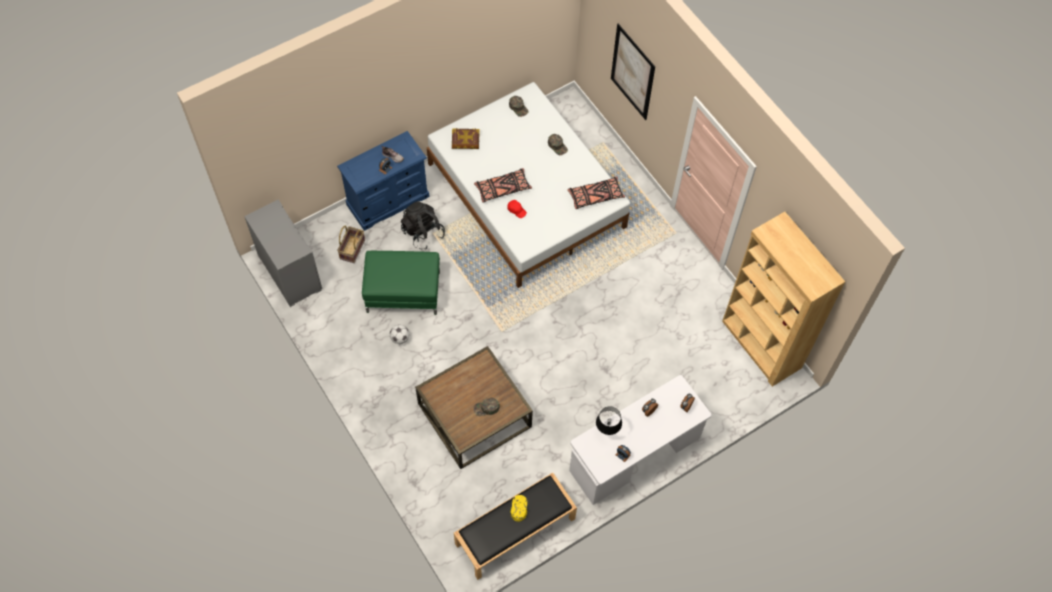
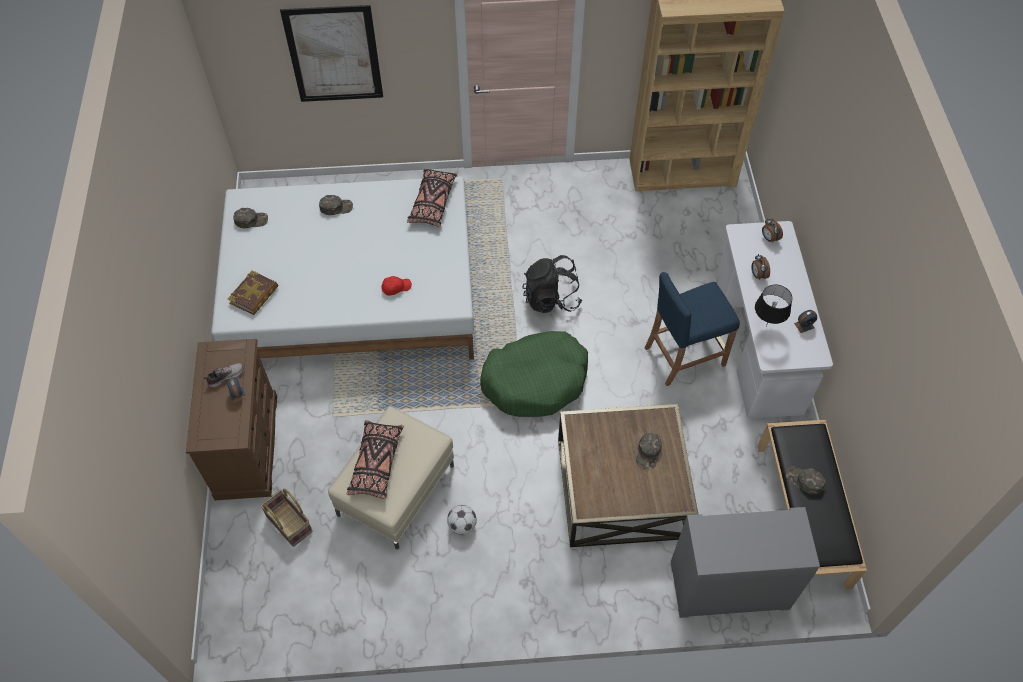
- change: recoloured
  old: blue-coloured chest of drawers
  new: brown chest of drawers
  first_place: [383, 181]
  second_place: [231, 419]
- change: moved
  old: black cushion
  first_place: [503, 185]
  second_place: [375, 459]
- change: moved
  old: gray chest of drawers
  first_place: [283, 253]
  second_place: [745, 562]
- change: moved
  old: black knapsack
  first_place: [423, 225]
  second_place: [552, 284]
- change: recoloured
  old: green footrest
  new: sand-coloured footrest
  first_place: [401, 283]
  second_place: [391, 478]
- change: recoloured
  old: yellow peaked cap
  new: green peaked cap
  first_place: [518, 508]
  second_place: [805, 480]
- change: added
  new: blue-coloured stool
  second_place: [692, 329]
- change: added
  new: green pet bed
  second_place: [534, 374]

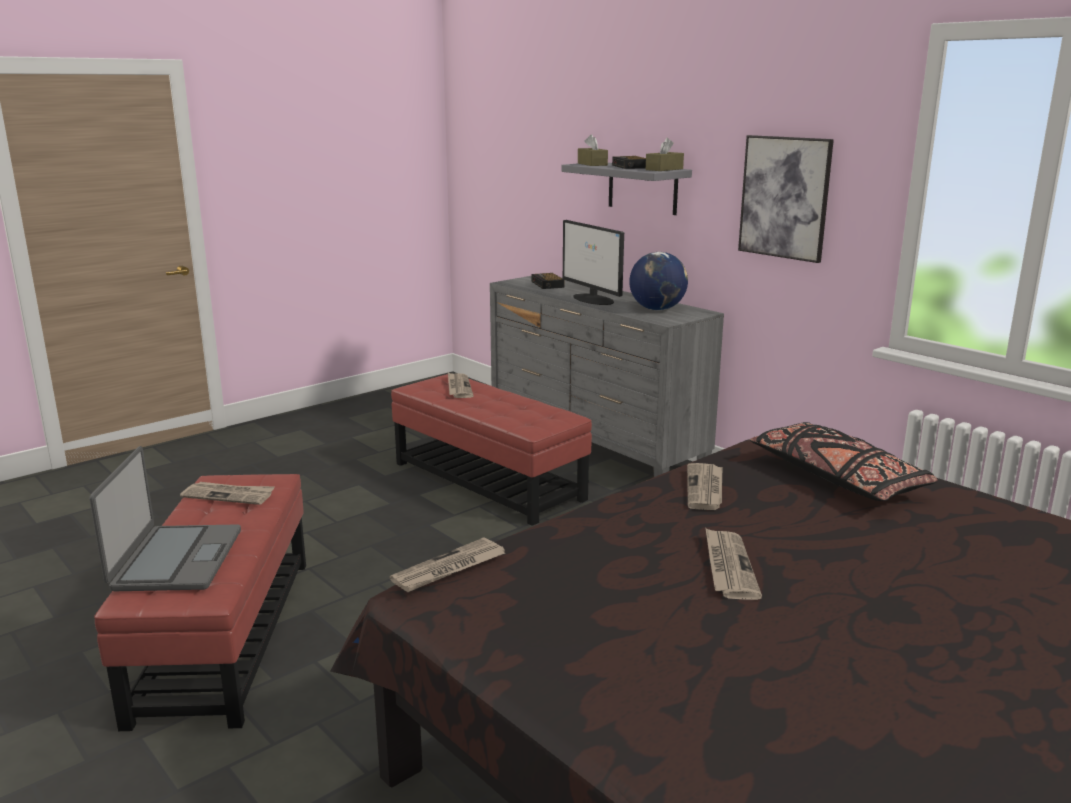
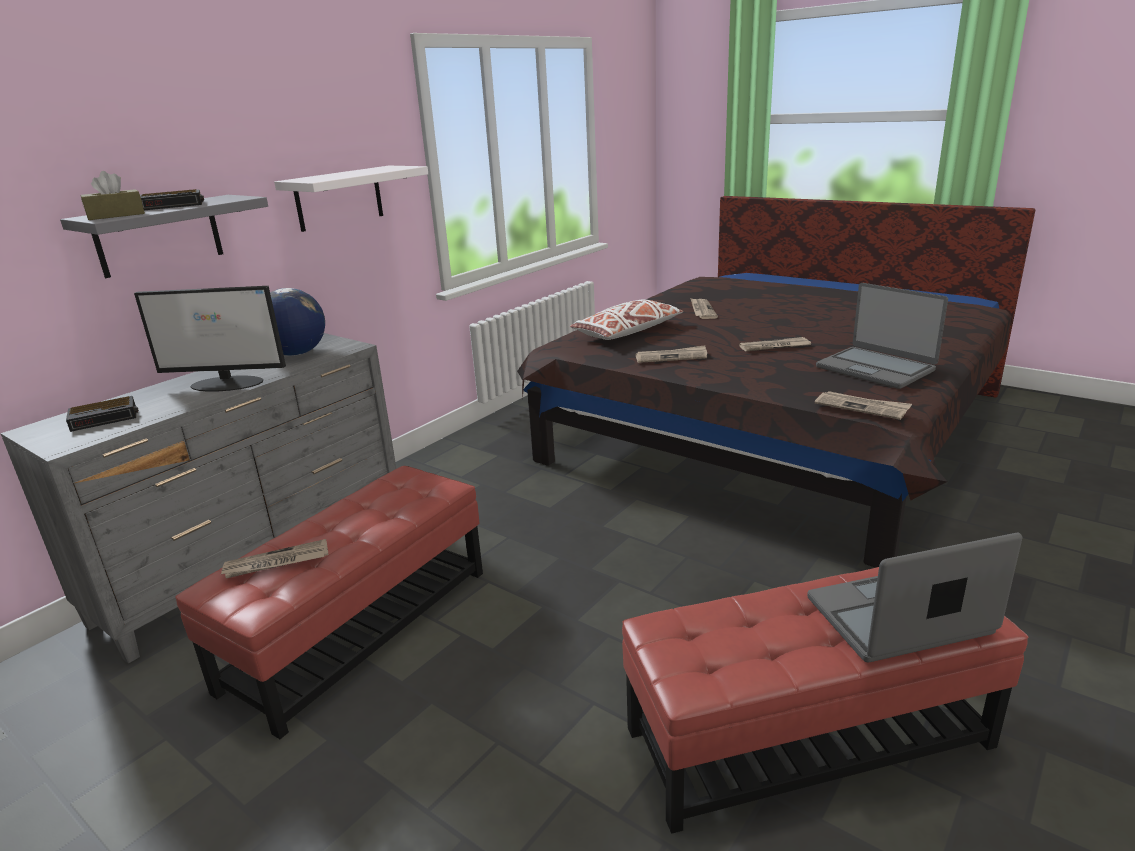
- change: replaced
  old: picture
  new: whitish wall shelf
  first_place: [786, 199]
  second_place: [351, 199]
- change: removed
  old: brown tissue box
  first_place: [665, 154]
- change: turned
  old: computer display
  first_place: [593, 262]
  second_place: [210, 339]
  degrees: 45
- change: recoloured
  old: black cushion
  new: whitish cushion
  first_place: [844, 461]
  second_place: [626, 319]
- change: moved
  old: newspaper
  first_place: [227, 493]
  second_place: [704, 308]
- change: added
  new: laptop
  second_place: [882, 336]

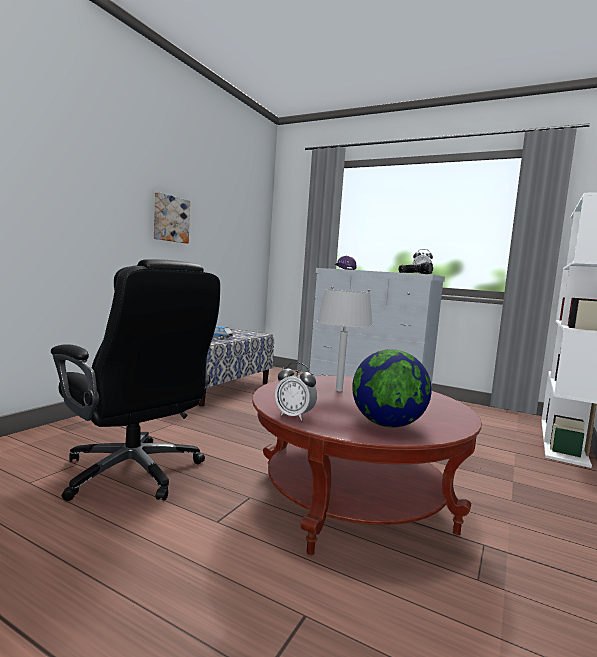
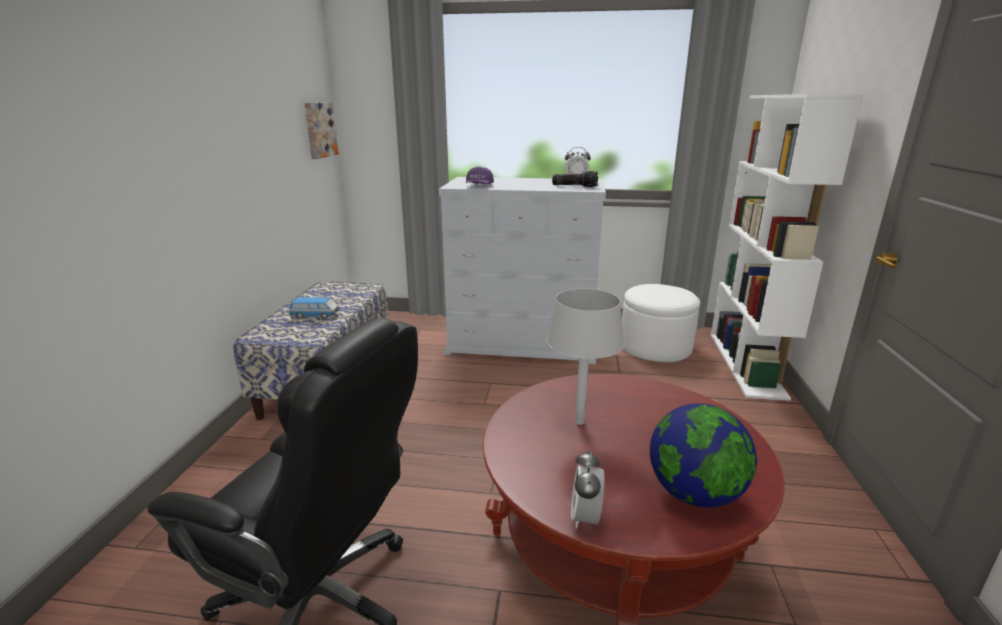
- change: moved
  old: picture
  first_place: [172, 218]
  second_place: [321, 130]
- change: turned
  old: alarm clock
  first_place: [296, 391]
  second_place: [588, 489]
  degrees: 90
- change: added
  new: whitish footrest
  second_place: [661, 323]

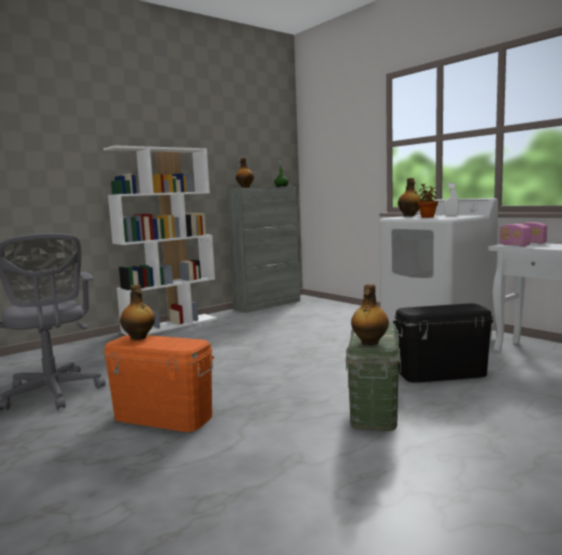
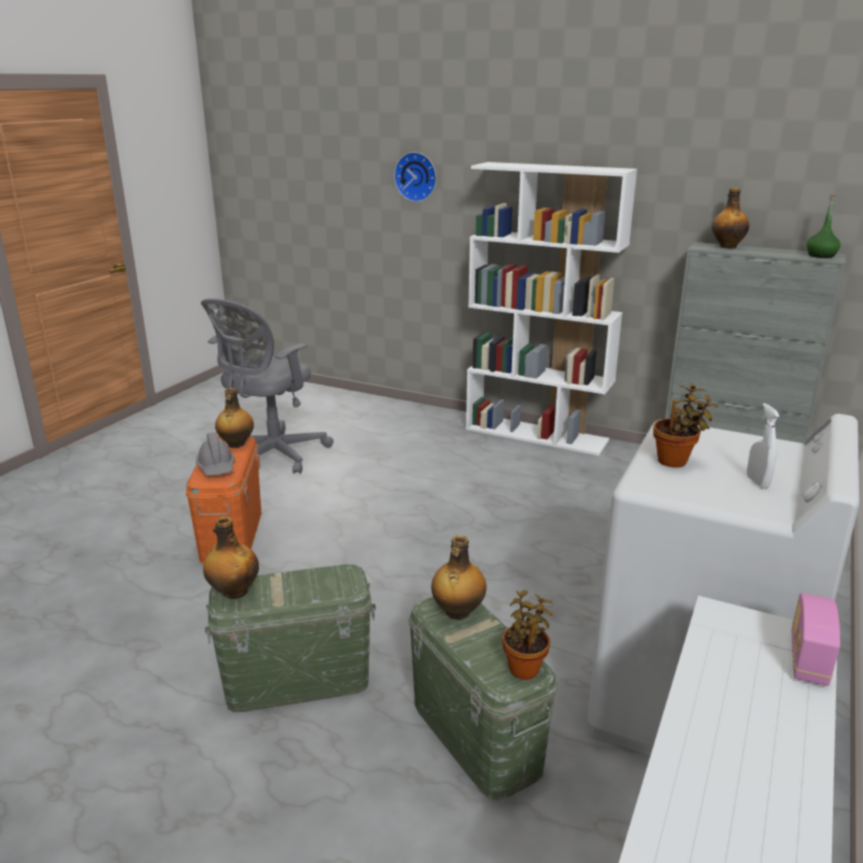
- change: moved
  old: beverage bottle
  first_place: [409, 197]
  second_place: [459, 577]
- change: removed
  old: radio
  first_place: [515, 235]
- change: recoloured
  old: black storage box
  new: green storage box
  first_place: [443, 343]
  second_place: [482, 698]
- change: added
  new: wall clock
  second_place: [415, 177]
- change: added
  new: gray work helmet
  second_place: [215, 454]
- change: added
  new: plant in a pot
  second_place: [527, 635]

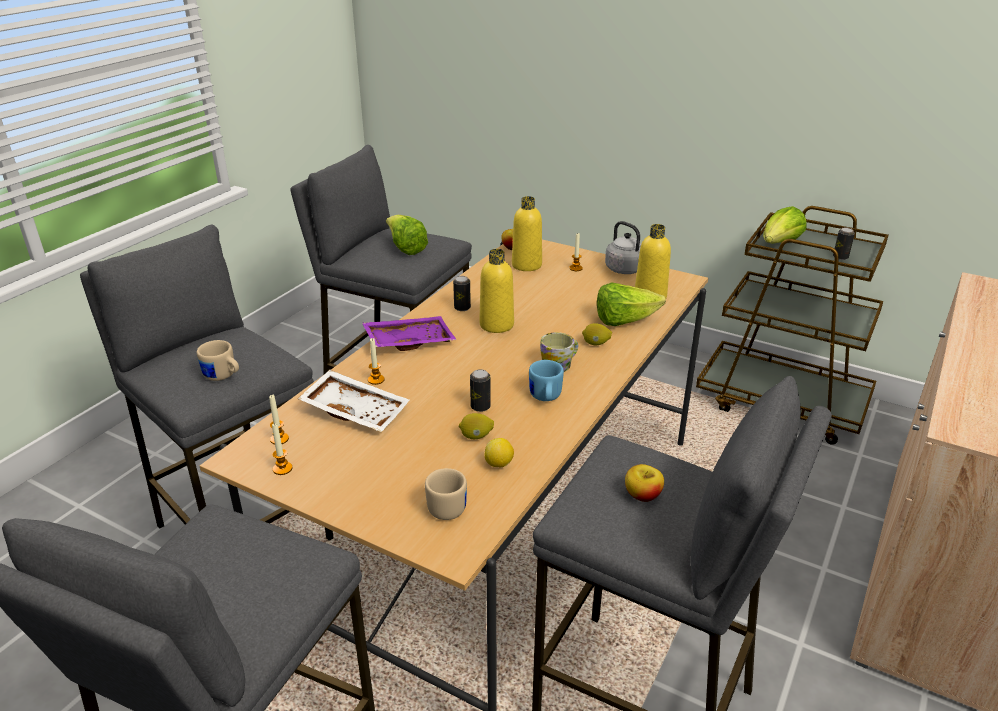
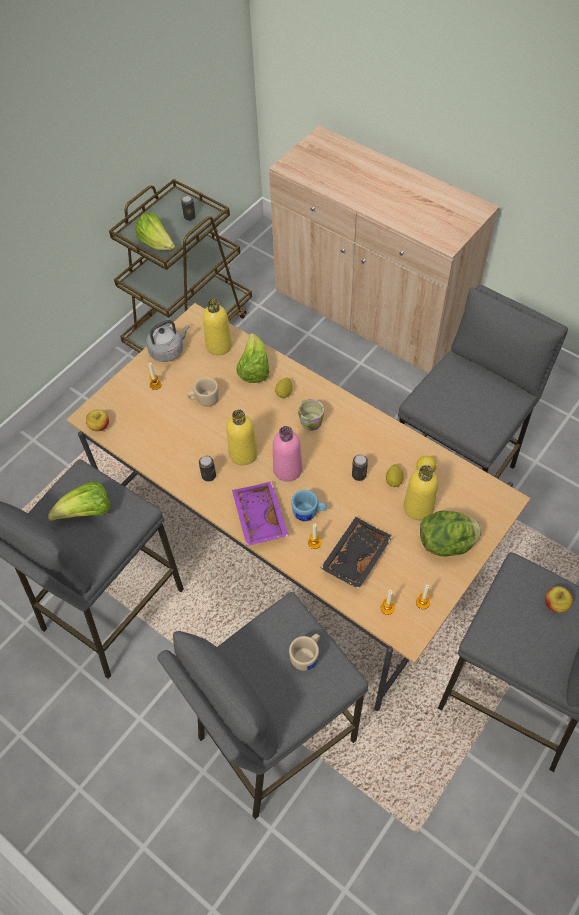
- change: moved
  old: yellow beverage bottle
  first_place: [527, 233]
  second_place: [421, 492]
- change: moved
  old: blue-coloured tea mug
  first_place: [546, 380]
  second_place: [309, 505]
- change: recoloured
  old: whitish serving tray
  new: black serving tray
  first_place: [353, 401]
  second_place: [356, 553]
- change: moved
  old: apple
  first_place: [644, 483]
  second_place: [559, 599]
- change: moved
  old: sand-coloured tea mug
  first_place: [446, 494]
  second_place: [203, 392]
- change: added
  new: pink-coloured beverage bottle
  second_place: [287, 454]
- change: added
  new: head of lettuce
  second_place: [451, 533]

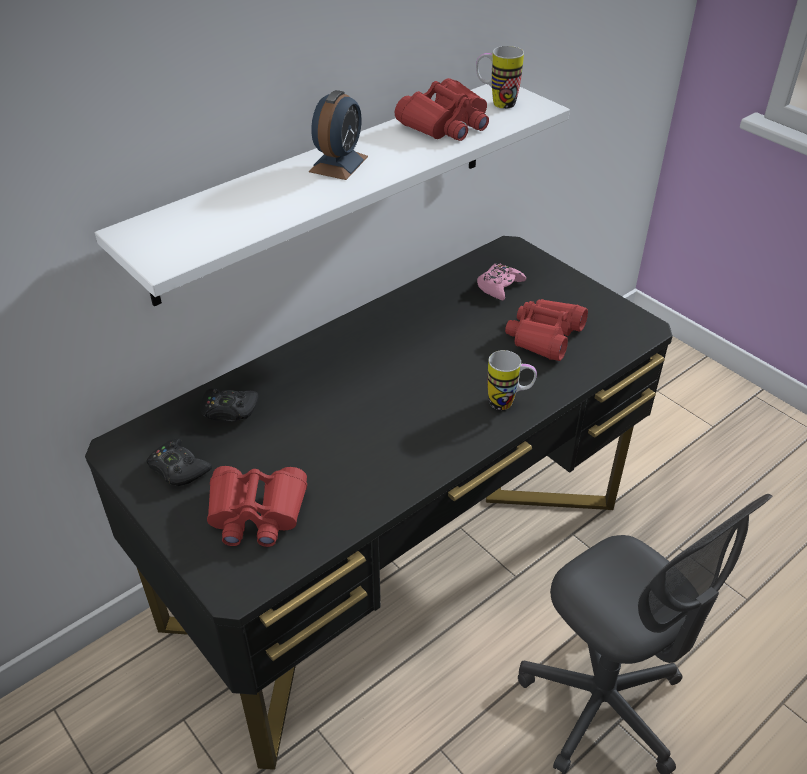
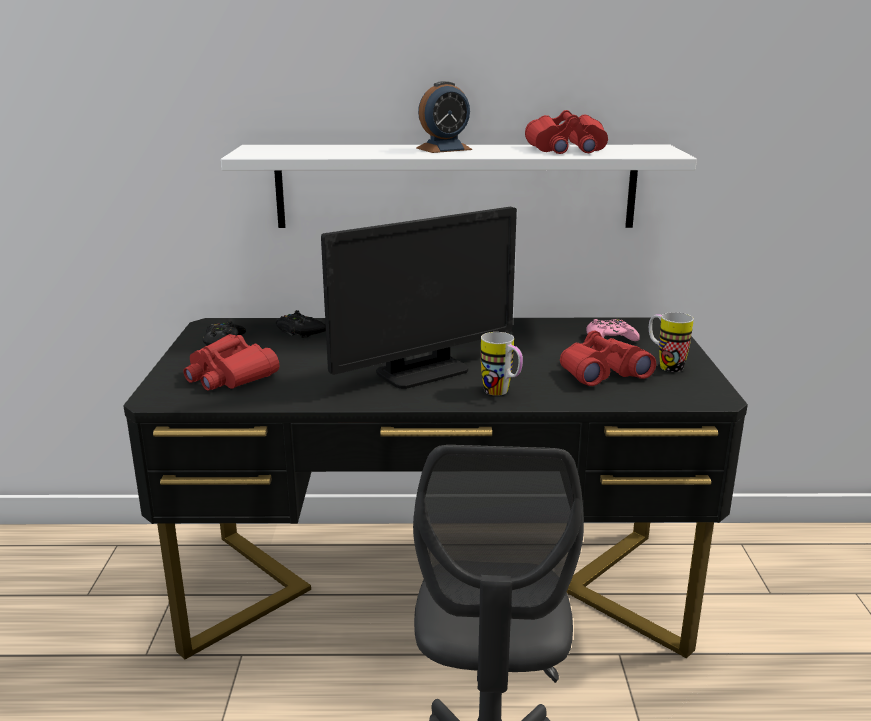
- change: moved
  old: tea mug
  first_place: [500, 77]
  second_place: [671, 342]
- change: added
  new: computer display
  second_place: [419, 298]

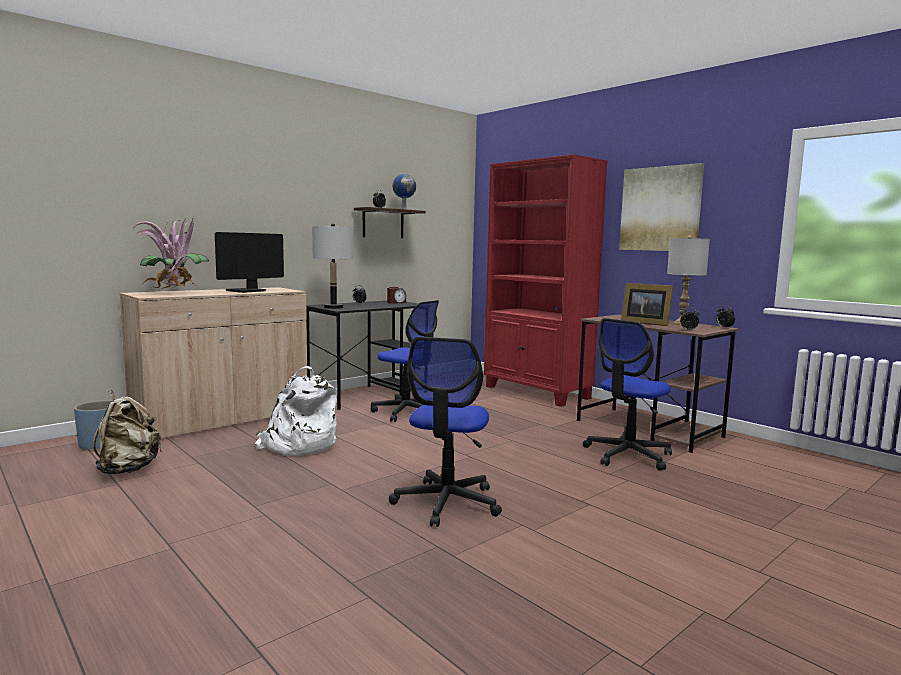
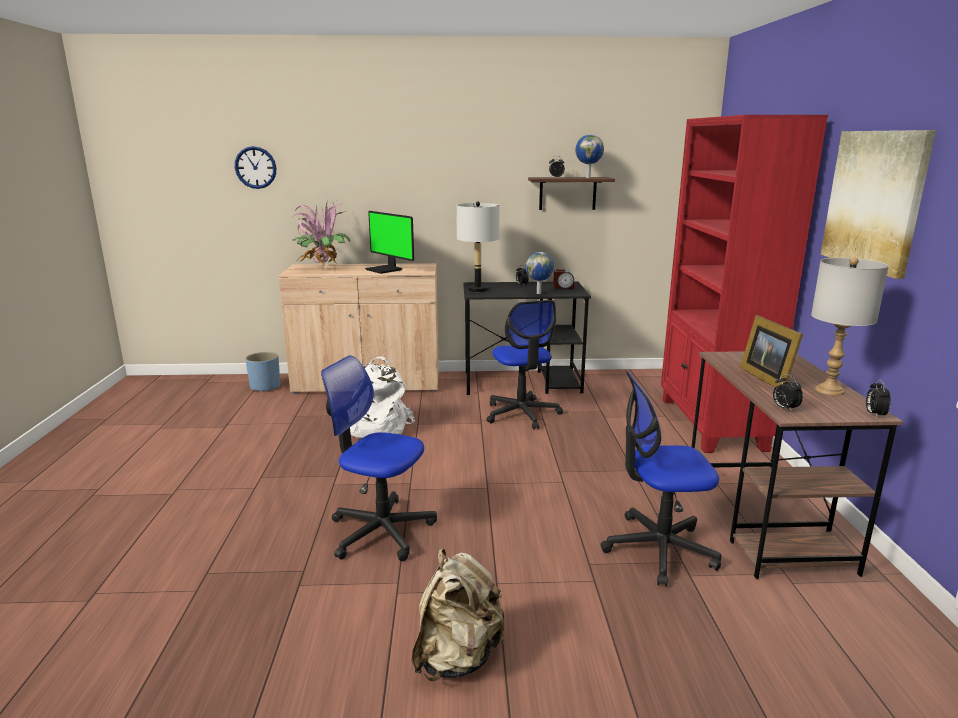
- change: turned
  old: computer display
  first_place: [249, 262]
  second_place: [389, 242]
  degrees: -120
- change: turned
  old: desk chair
  first_place: [445, 432]
  second_place: [379, 458]
  degrees: 60
- change: moved
  old: sand-coloured knapsack
  first_place: [127, 432]
  second_place: [458, 615]
- change: added
  new: wall clock
  second_place: [255, 167]
- change: added
  new: desk globe
  second_place: [539, 273]

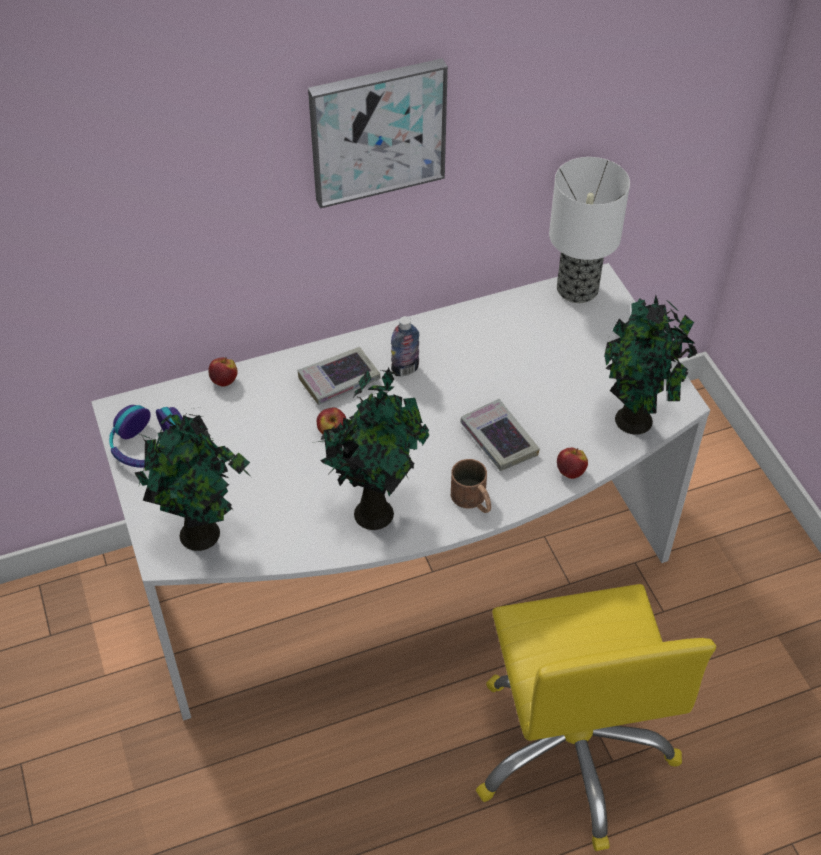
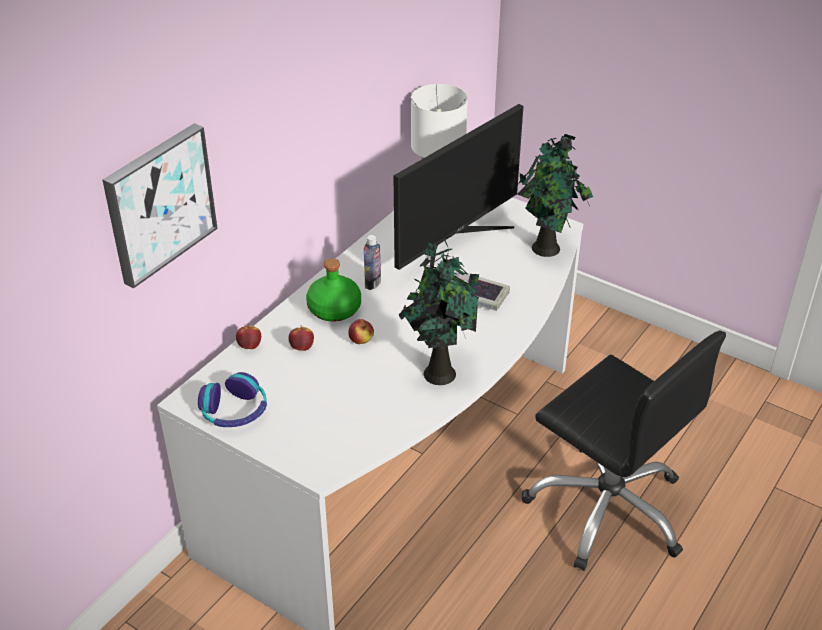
- change: moved
  old: picture
  first_place: [378, 134]
  second_place: [160, 206]
- change: replaced
  old: book
  new: green beverage bottle
  first_place: [339, 376]
  second_place: [333, 290]
- change: removed
  old: plant in a pot
  first_place: [193, 482]
- change: moved
  old: apple
  first_place: [572, 463]
  second_place: [301, 338]
- change: removed
  old: brown tea mug
  first_place: [471, 486]
- change: recoloured
  old: yellow desk chair
  new: black desk chair
  first_place: [596, 717]
  second_place: [623, 451]
- change: added
  new: computer display
  second_place: [459, 187]

